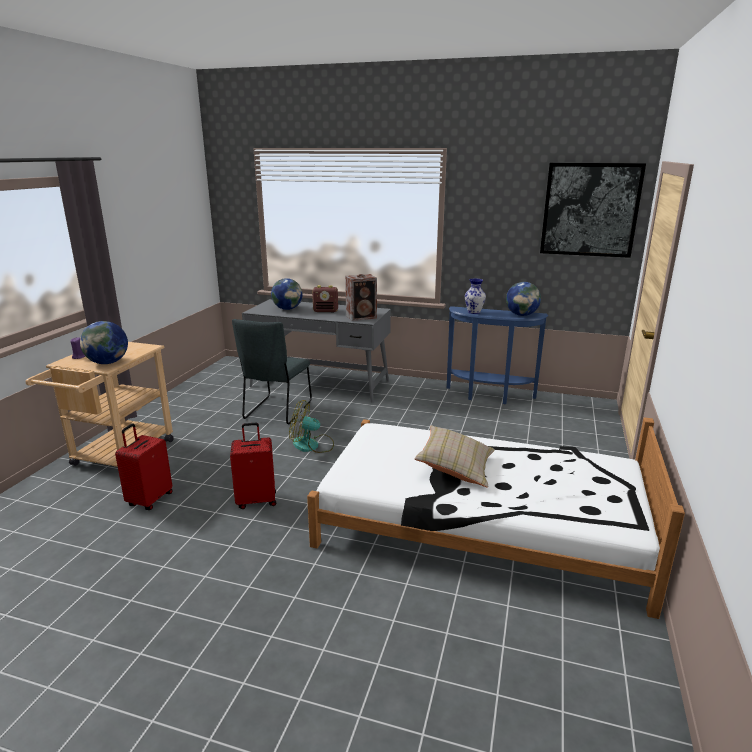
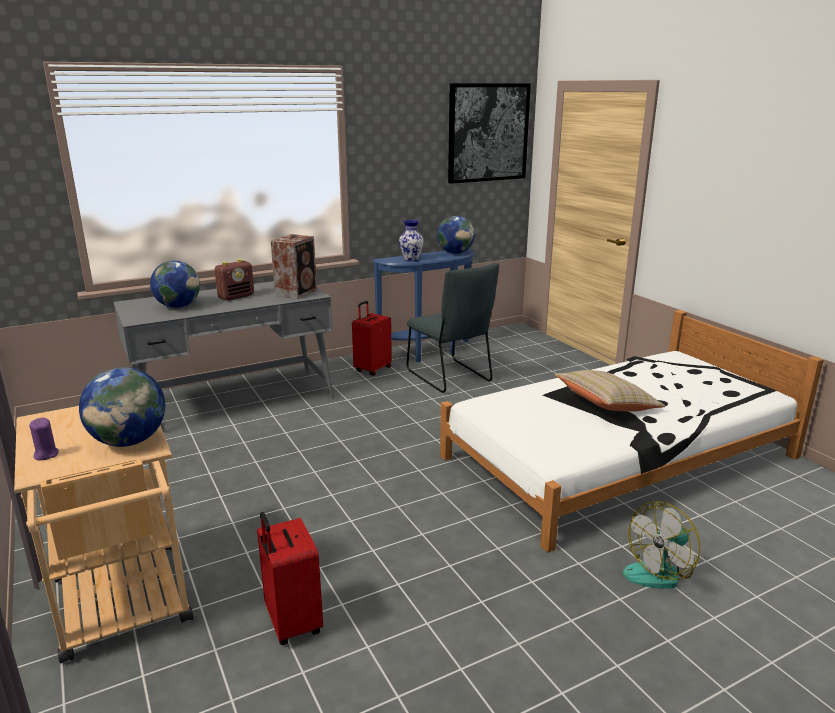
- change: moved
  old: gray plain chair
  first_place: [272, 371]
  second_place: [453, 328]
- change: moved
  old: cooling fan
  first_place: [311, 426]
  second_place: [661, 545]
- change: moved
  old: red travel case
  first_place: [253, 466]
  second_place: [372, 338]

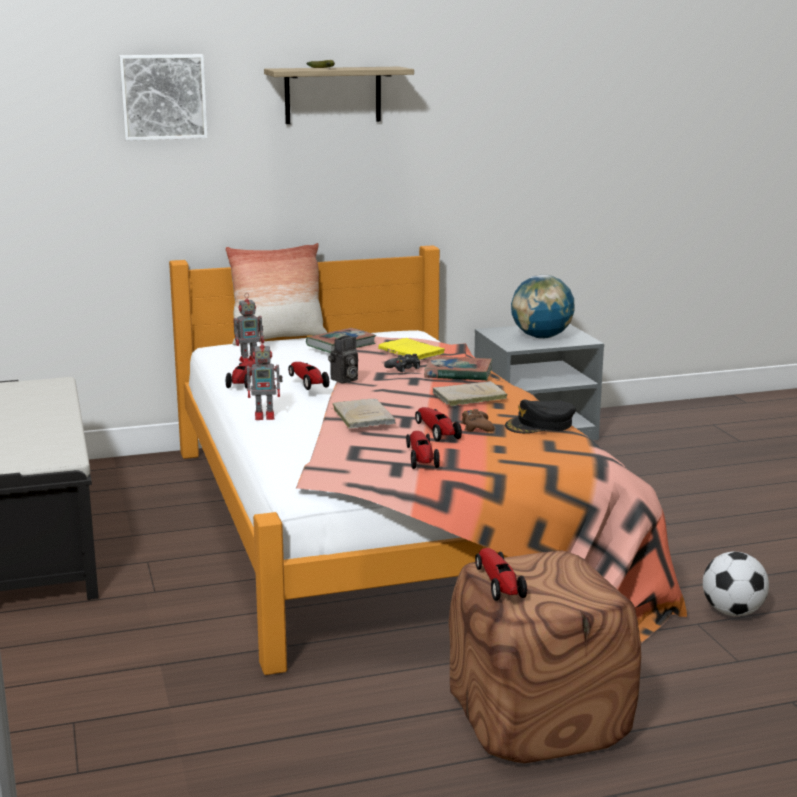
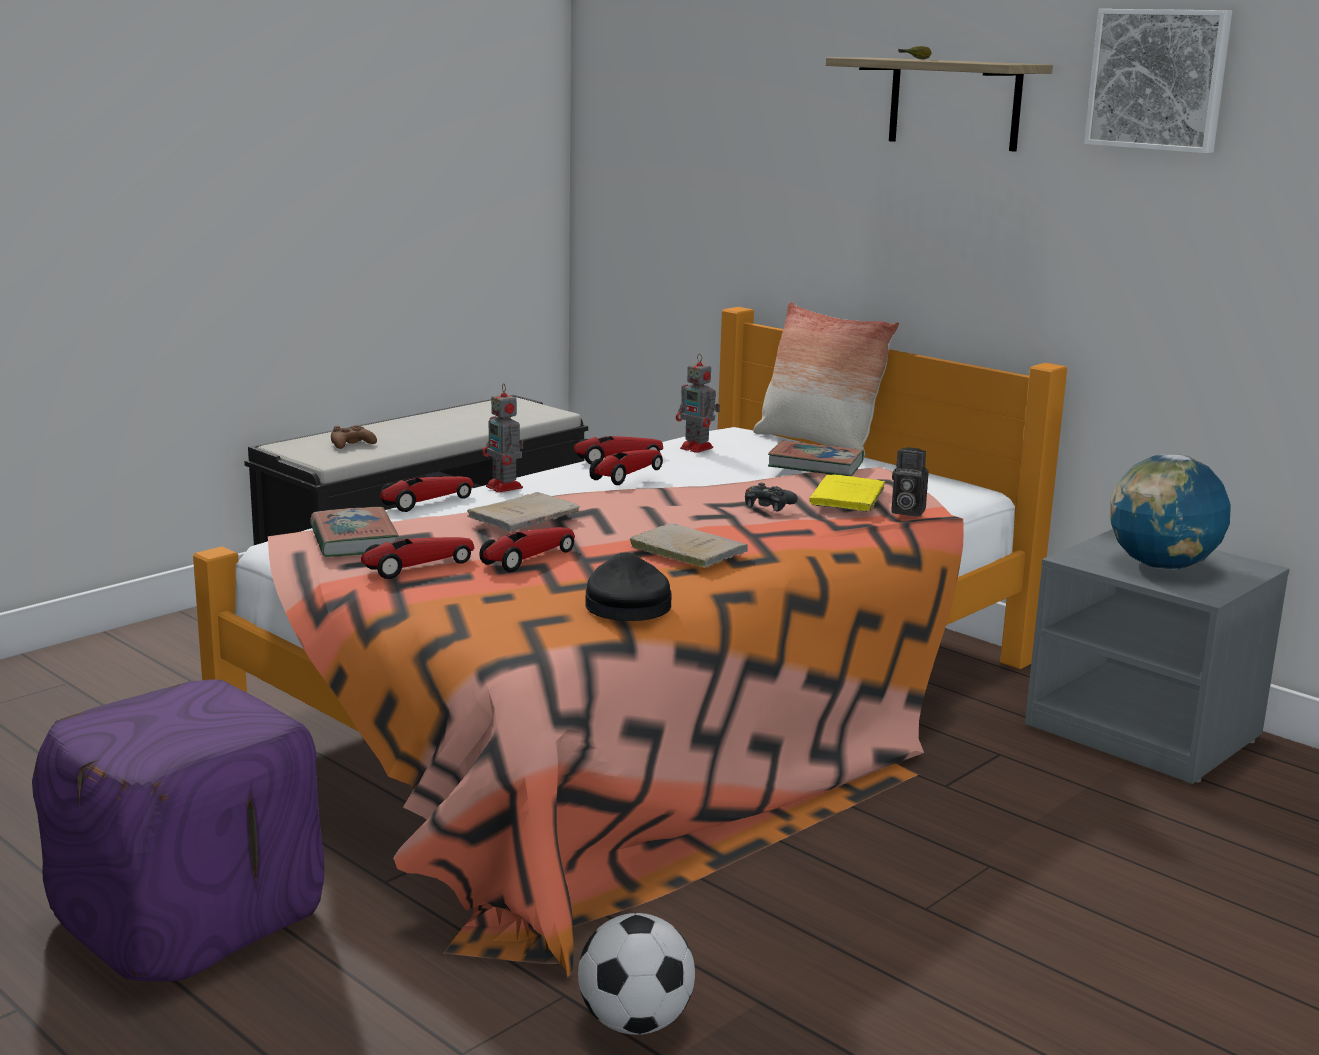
- change: moved
  old: picture
  first_place: [163, 97]
  second_place: [1158, 81]
- change: moved
  old: still camera
  first_place: [343, 359]
  second_place: [910, 482]
- change: moved
  old: book
  first_place: [458, 368]
  second_place: [354, 532]
- change: turned
  old: black peaked cap
  first_place: [540, 416]
  second_place: [628, 586]
  degrees: 45
- change: moved
  old: brown gamepad
  first_place: [477, 420]
  second_place: [354, 437]
- change: moved
  old: miniature car
  first_place: [501, 574]
  second_place: [427, 494]
- change: recoloured
  old: brown footrest
  new: purple-coloured footrest
  first_place: [545, 657]
  second_place: [178, 831]

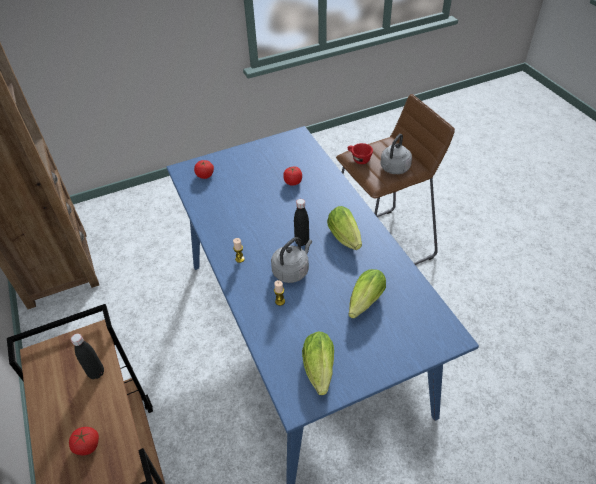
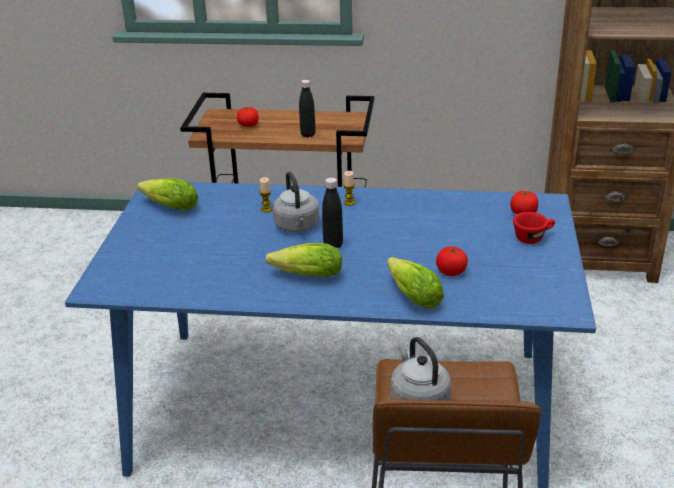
- change: moved
  old: red cup
  first_place: [360, 153]
  second_place: [534, 228]
- change: moved
  old: head of lettuce
  first_place: [367, 293]
  second_place: [415, 283]

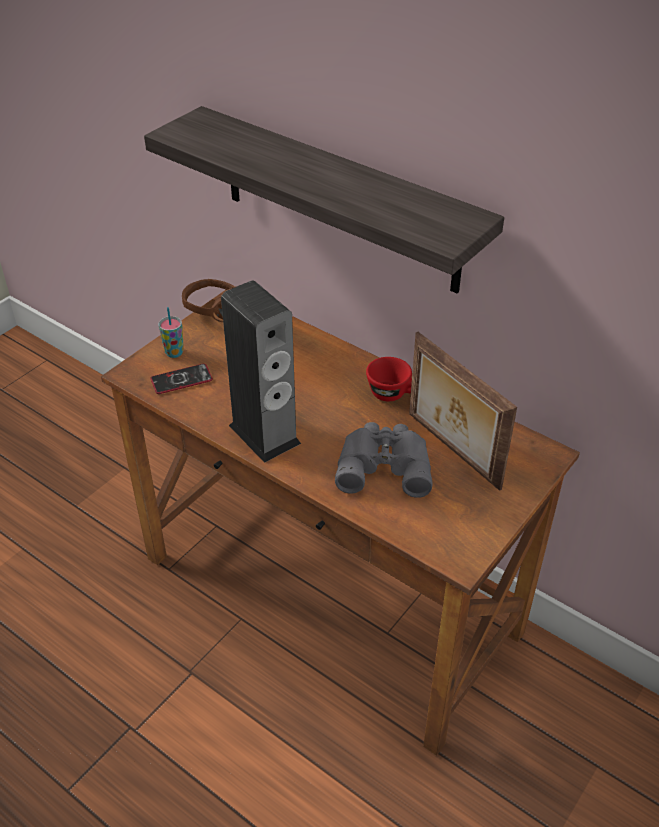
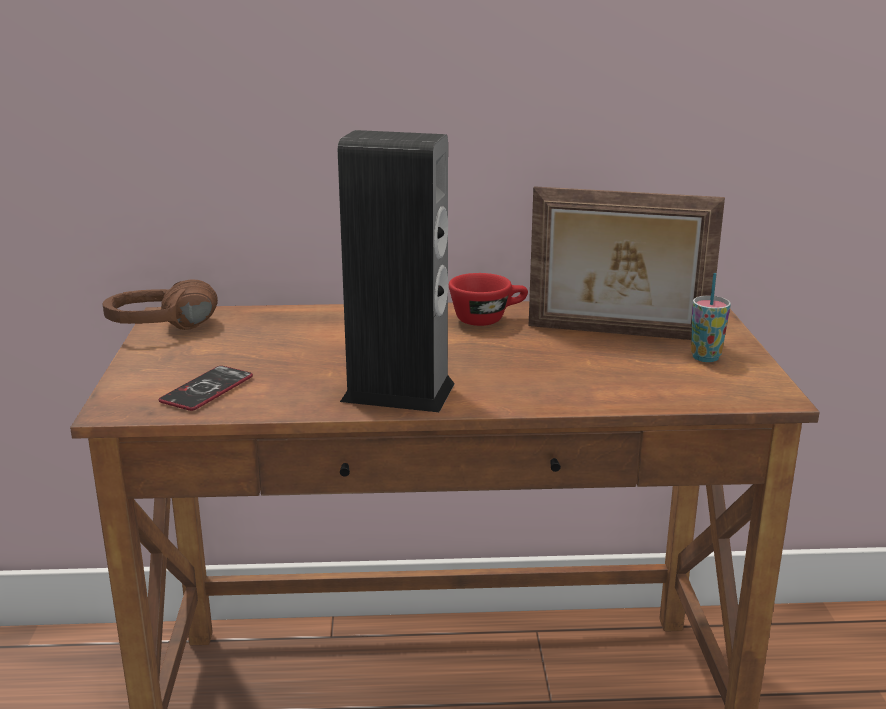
- change: removed
  old: wall shelf
  first_place: [324, 199]
- change: moved
  old: cup
  first_place: [171, 332]
  second_place: [711, 317]
- change: removed
  old: gray pair of binoculars
  first_place: [384, 460]

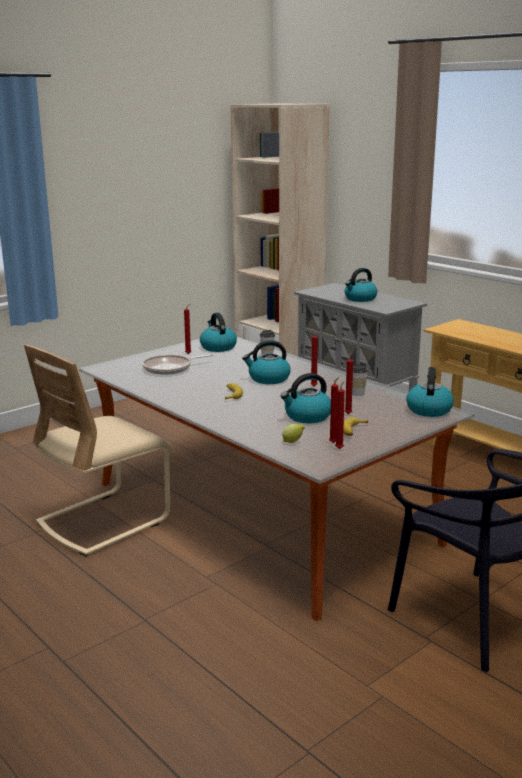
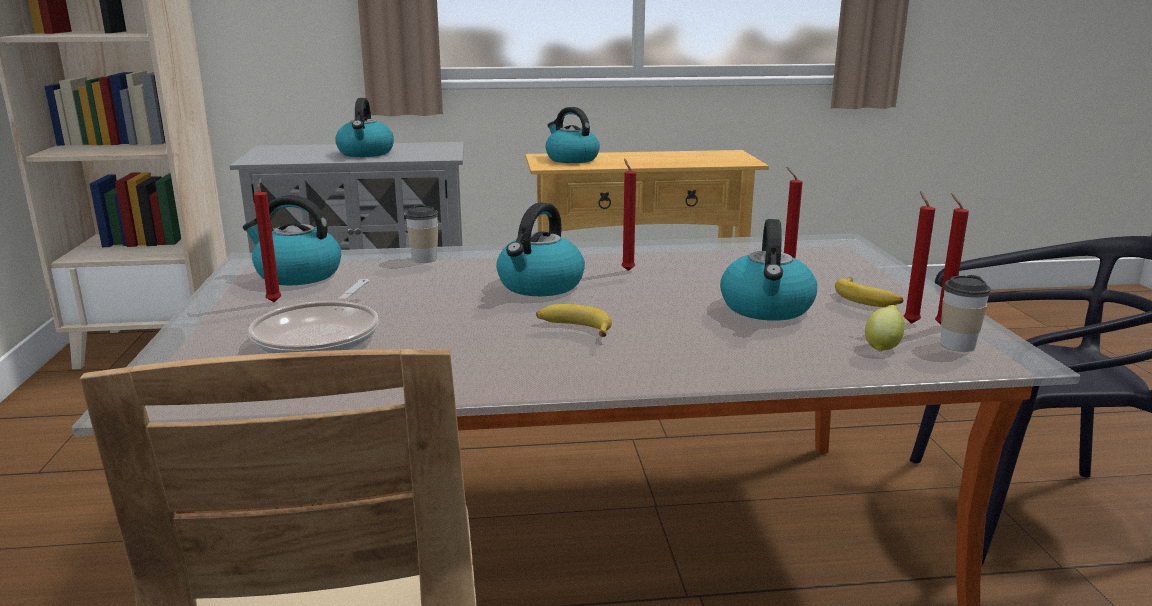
- change: moved
  old: cup
  first_place: [360, 380]
  second_place: [965, 313]
- change: moved
  old: water kettle
  first_place: [430, 392]
  second_place: [572, 135]

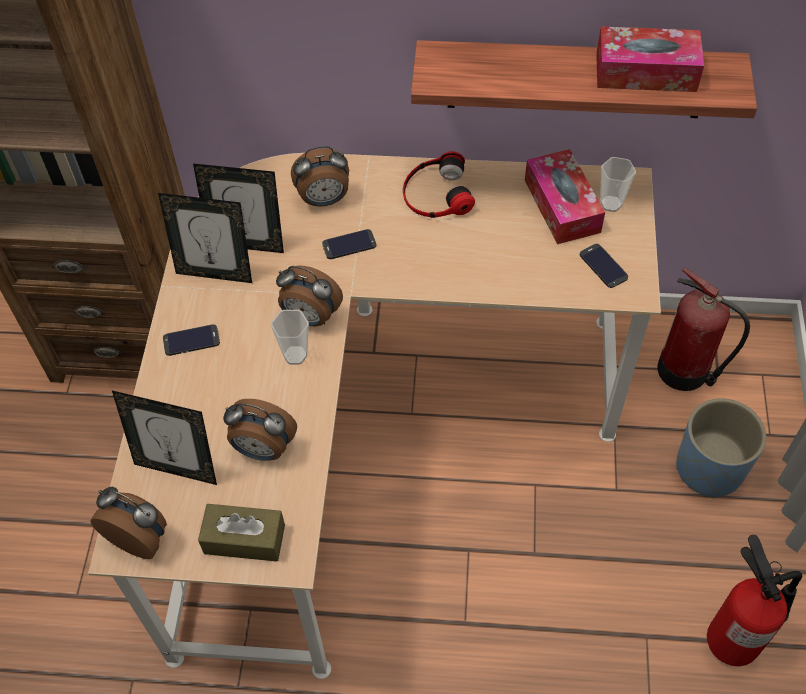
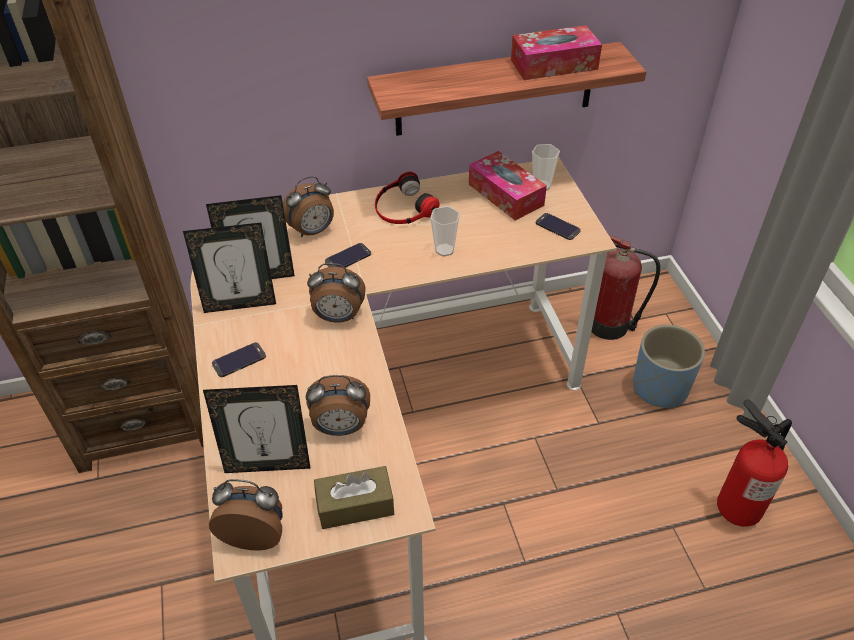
- change: moved
  old: cup
  first_place: [290, 337]
  second_place: [445, 231]

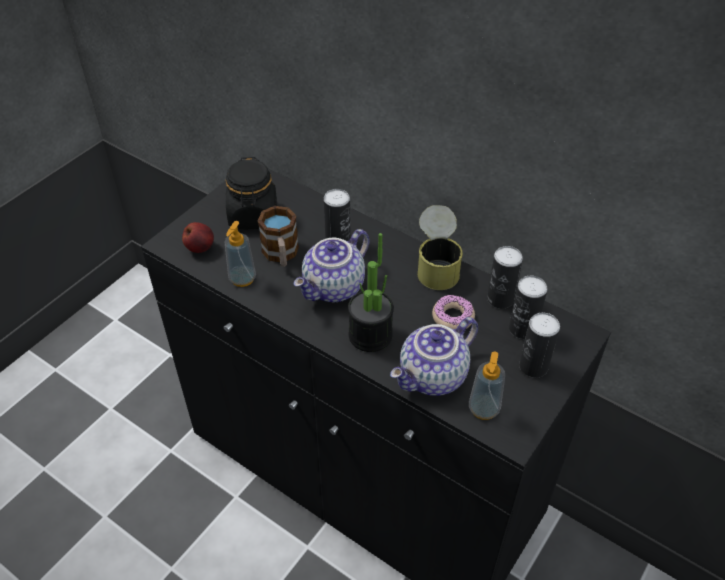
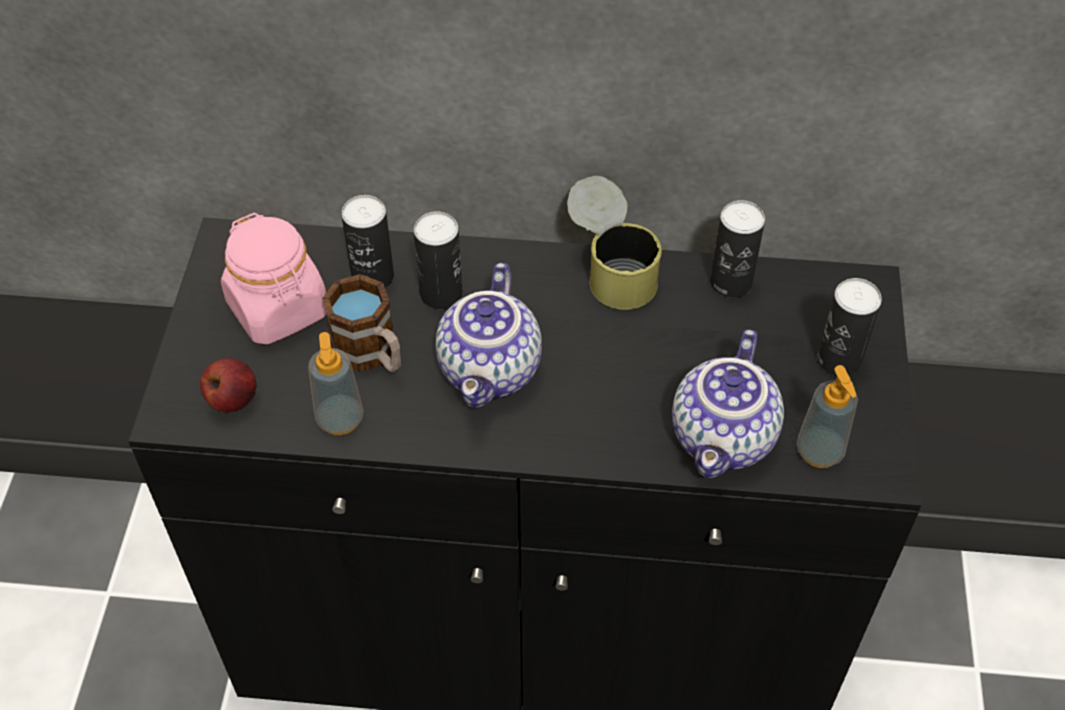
- change: recoloured
  old: black preserve jar
  new: pink-coloured preserve jar
  first_place: [251, 193]
  second_place: [273, 279]
- change: removed
  old: plant in a pot
  first_place: [371, 292]
- change: moved
  old: sealed can
  first_place: [528, 307]
  second_place: [367, 241]
- change: removed
  old: ring doughnut
  first_place: [453, 312]

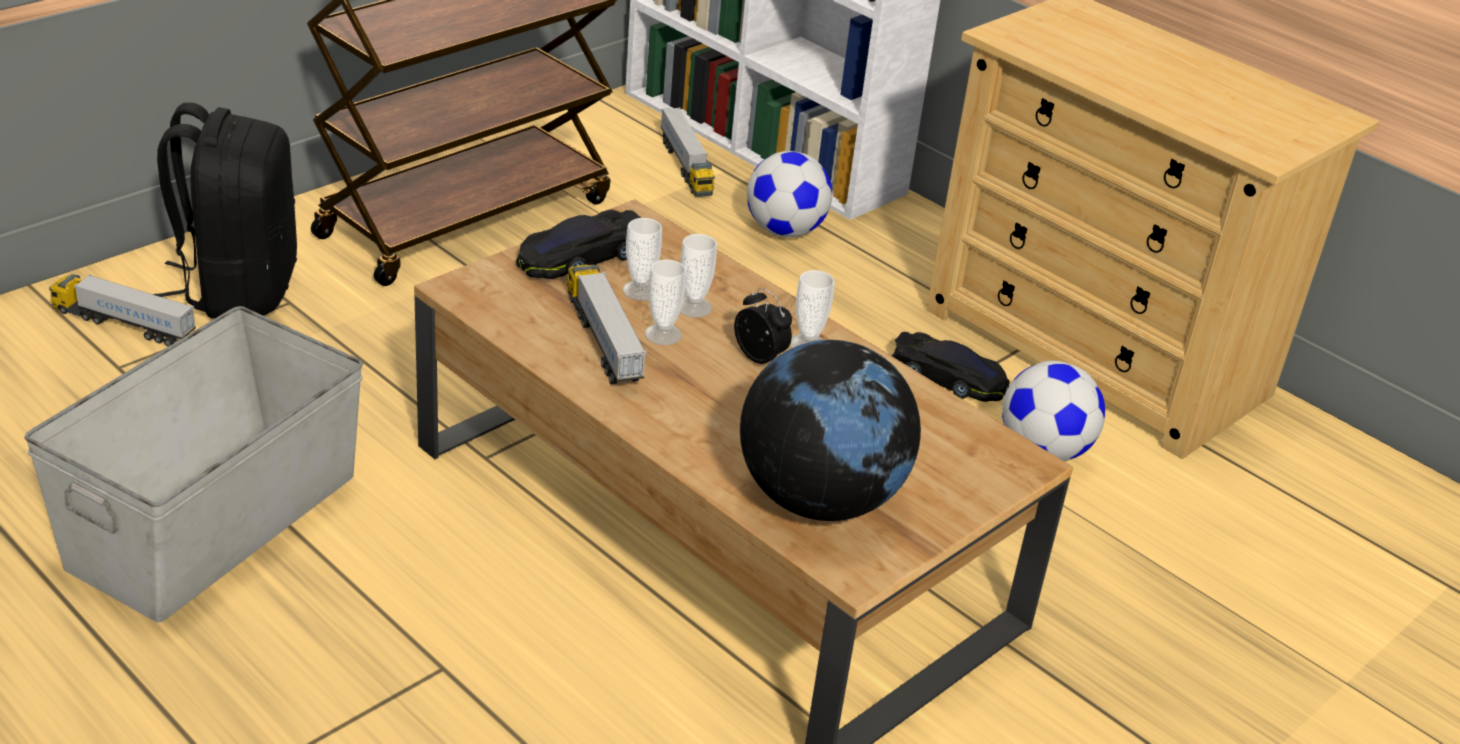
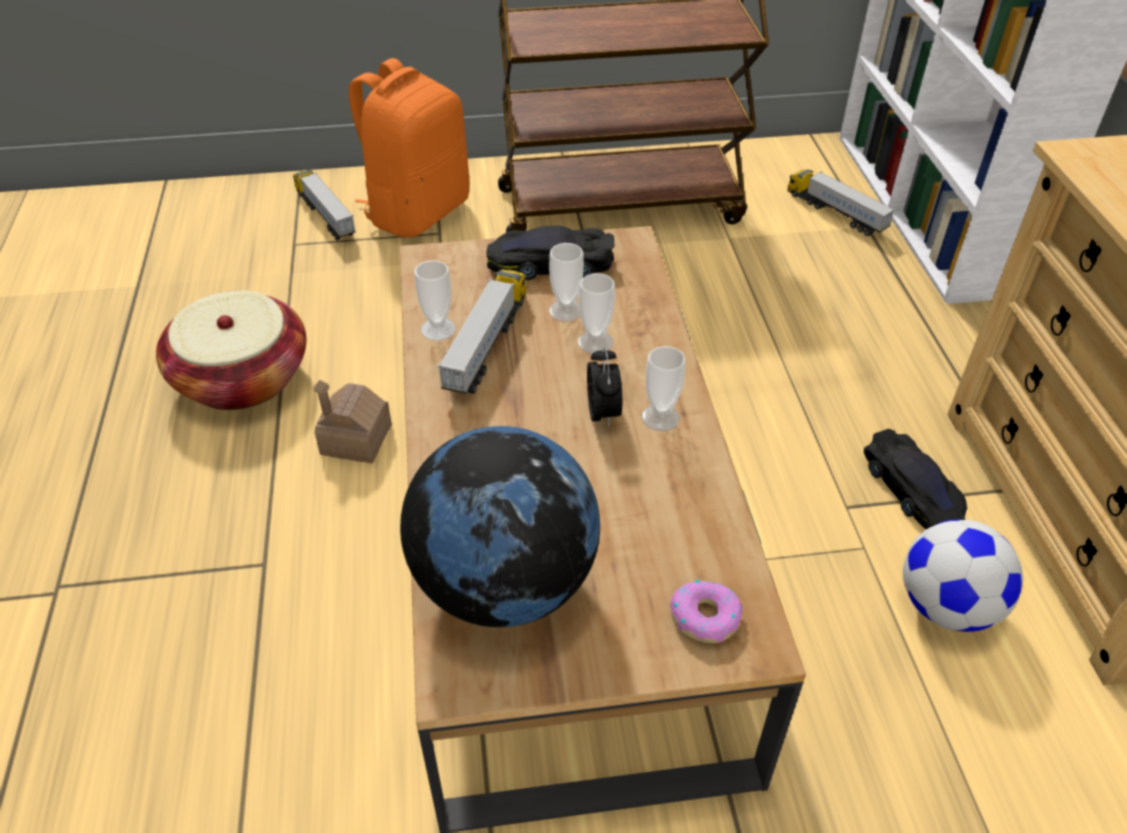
- change: recoloured
  old: black knapsack
  new: orange knapsack
  first_place: [225, 210]
  second_place: [408, 147]
- change: turned
  old: toy lorry
  first_place: [688, 152]
  second_place: [841, 202]
  degrees: 120
- change: removed
  old: football ball
  first_place: [789, 194]
- change: moved
  old: cup
  first_place: [665, 302]
  second_place: [435, 300]
- change: replaced
  old: gray storage box
  new: basket
  first_place: [193, 464]
  second_place: [231, 350]
- change: added
  new: toy house
  second_place: [352, 422]
- change: added
  new: ring doughnut
  second_place: [706, 611]

